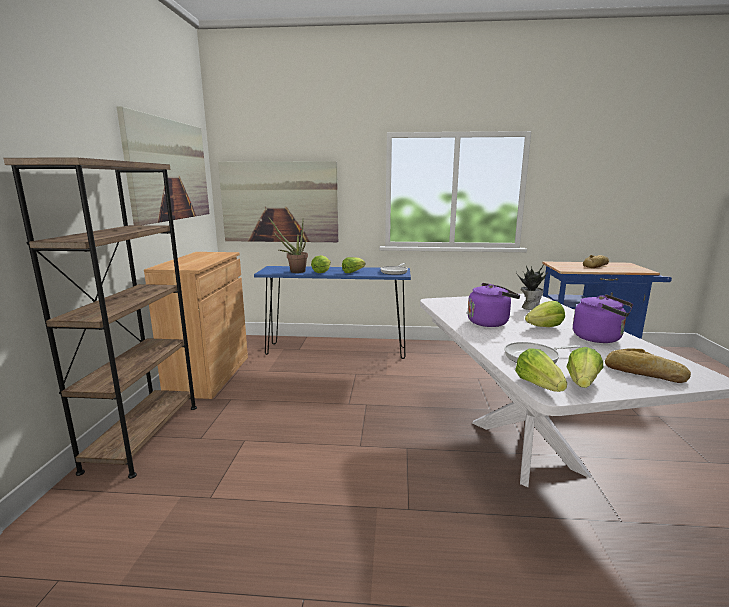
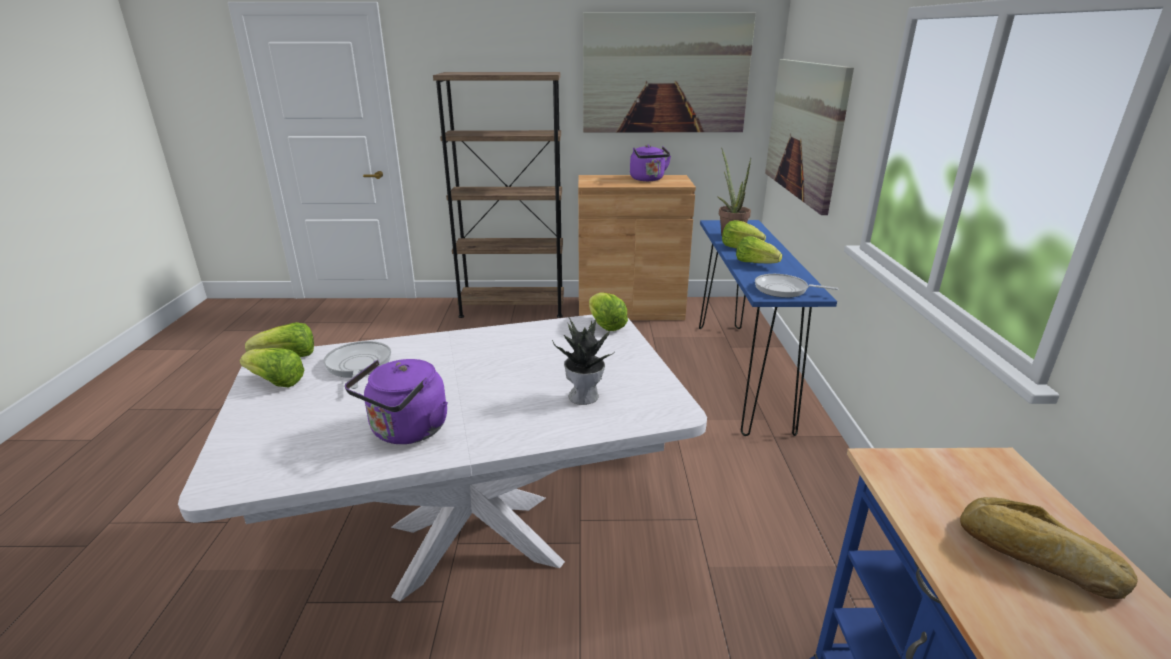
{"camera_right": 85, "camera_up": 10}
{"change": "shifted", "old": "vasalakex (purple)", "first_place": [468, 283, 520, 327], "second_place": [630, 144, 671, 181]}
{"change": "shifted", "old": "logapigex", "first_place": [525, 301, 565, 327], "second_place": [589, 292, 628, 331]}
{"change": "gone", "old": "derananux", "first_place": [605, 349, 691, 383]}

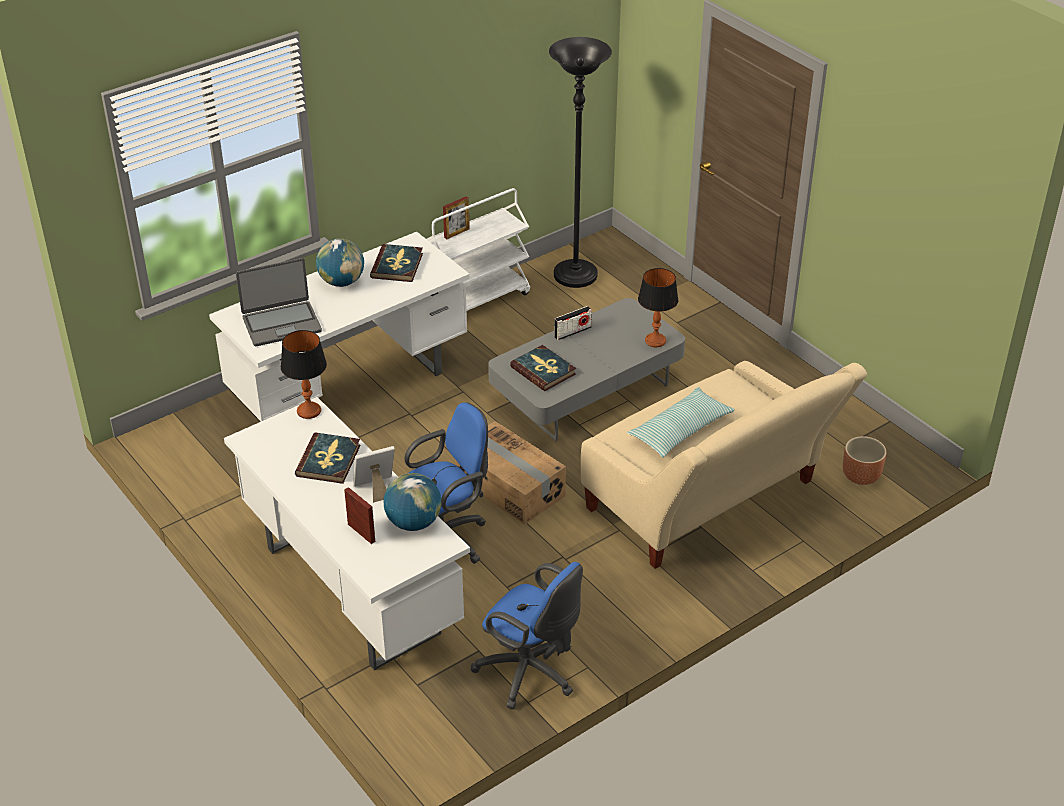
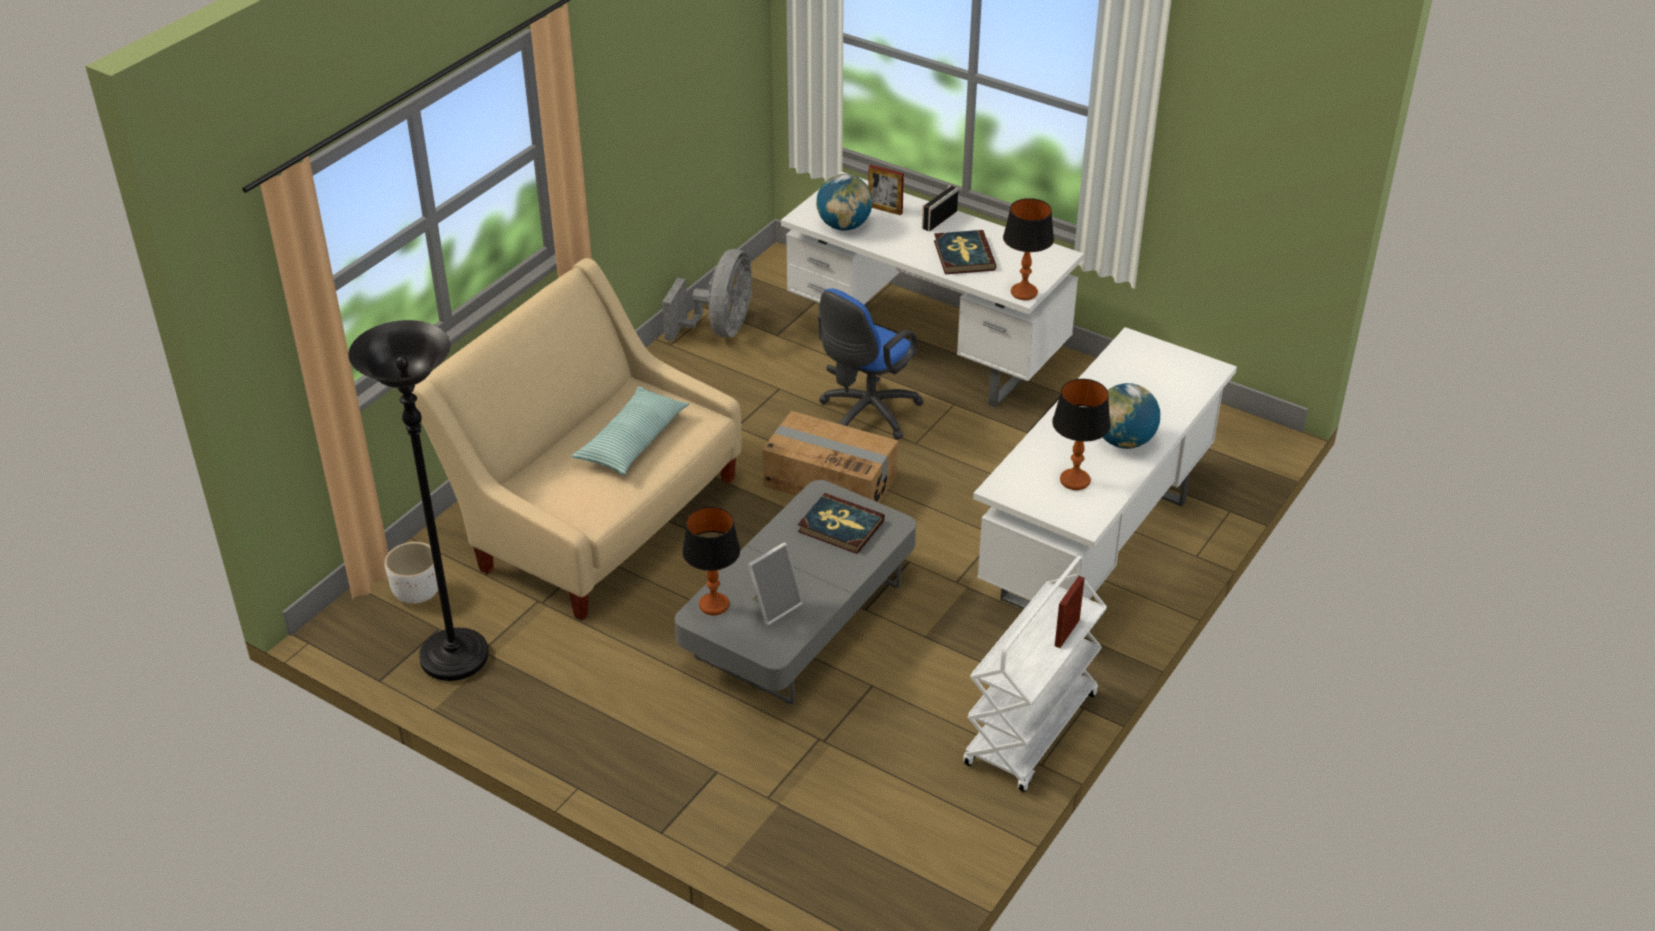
{"camera_right": 160, "camera_up": 0}
{"change": "gone", "old": "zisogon", "first_place": [236, 258, 322, 346]}
{"change": "shifted", "old": "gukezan", "first_place": [353, 446, 395, 503], "second_place": [748, 542, 803, 625]}
{"change": "swapped", "old": "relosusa", "new": "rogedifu", "first_place": [370, 244, 423, 282], "second_place": [1052, 379, 1111, 490]}
{"change": "swapped", "old": "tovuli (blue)", "new": "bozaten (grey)", "first_place": [471, 562, 583, 709], "second_place": [662, 249, 752, 341]}
{"change": "shifted", "old": "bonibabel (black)", "first_place": [549, 37, 612, 288], "second_place": [348, 320, 489, 681]}
{"change": "shifted", "old": "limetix", "first_place": [554, 306, 592, 340], "second_place": [922, 185, 958, 231]}
{"change": "repainted", "old": "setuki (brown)", "new": "setuki (white)", "first_place": [843, 436, 886, 485], "second_place": [385, 542, 438, 604]}

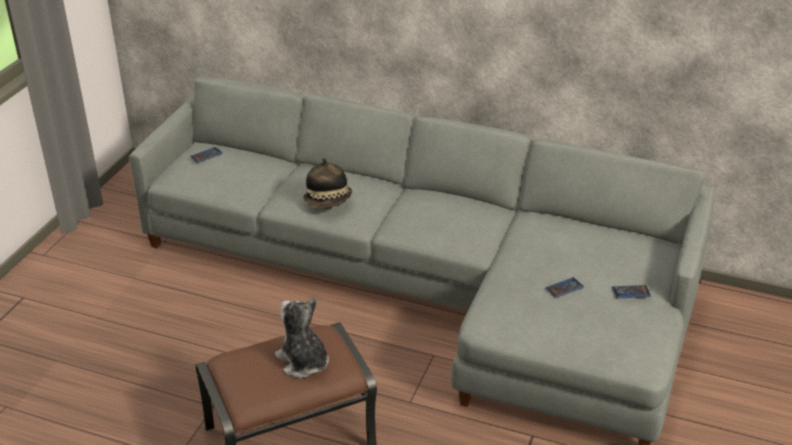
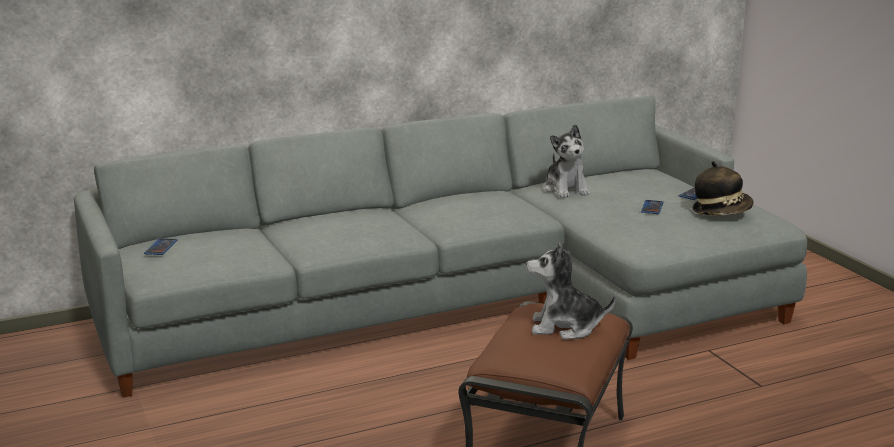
{"camera_right": -45, "camera_up": -15}
{"change": "shifted", "old": "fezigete", "first_place": [303, 158, 352, 209], "second_place": [692, 161, 754, 215]}
{"change": "new", "new": "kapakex", "second_place": [544, 124, 590, 198]}

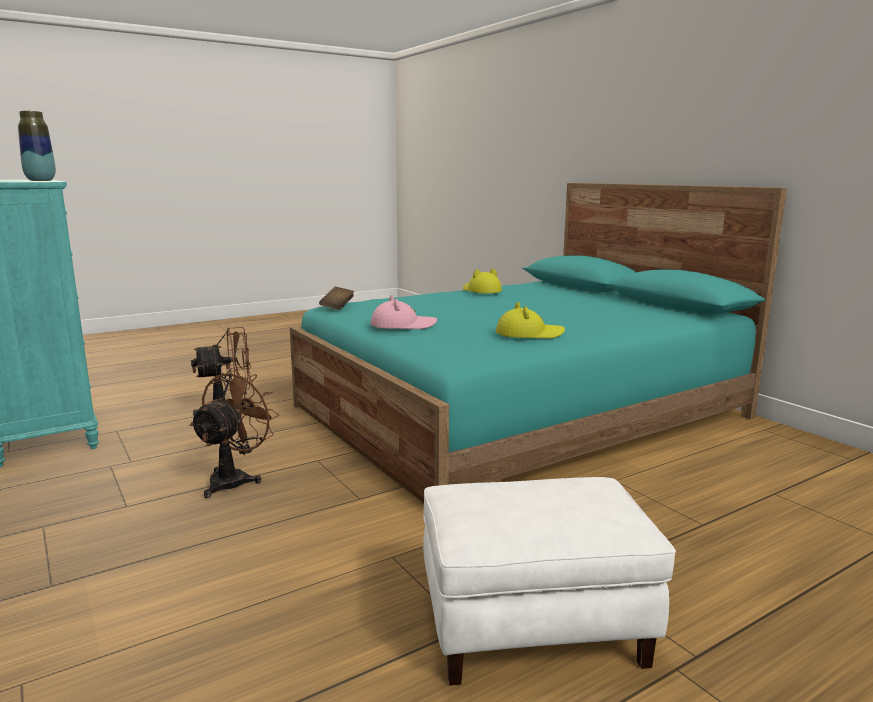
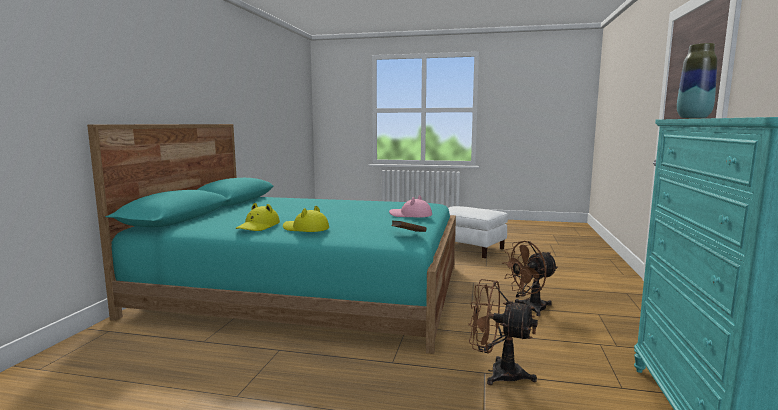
{"camera_right": -135, "camera_up": -5}
{"change": "shifted", "old": "fezigete (yellow)", "first_place": [496, 302, 565, 338], "second_place": [283, 206, 329, 232]}

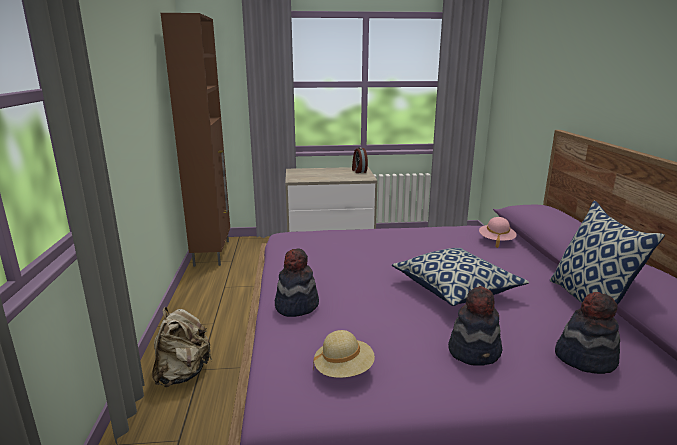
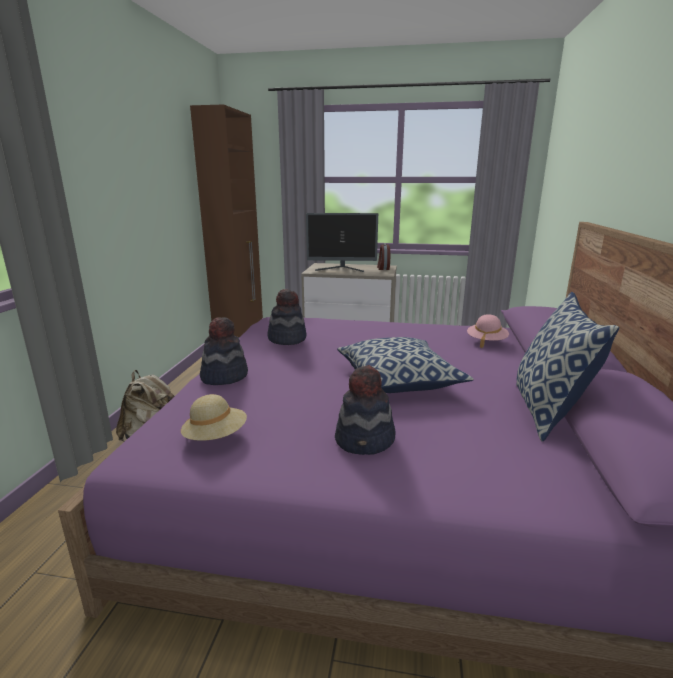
{"camera_right": 15, "camera_up": 0}
{"change": "shifted", "old": "fezigete", "first_place": [555, 292, 620, 374], "second_place": [267, 289, 306, 345]}
{"change": "new", "new": "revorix", "second_place": [306, 213, 378, 272]}

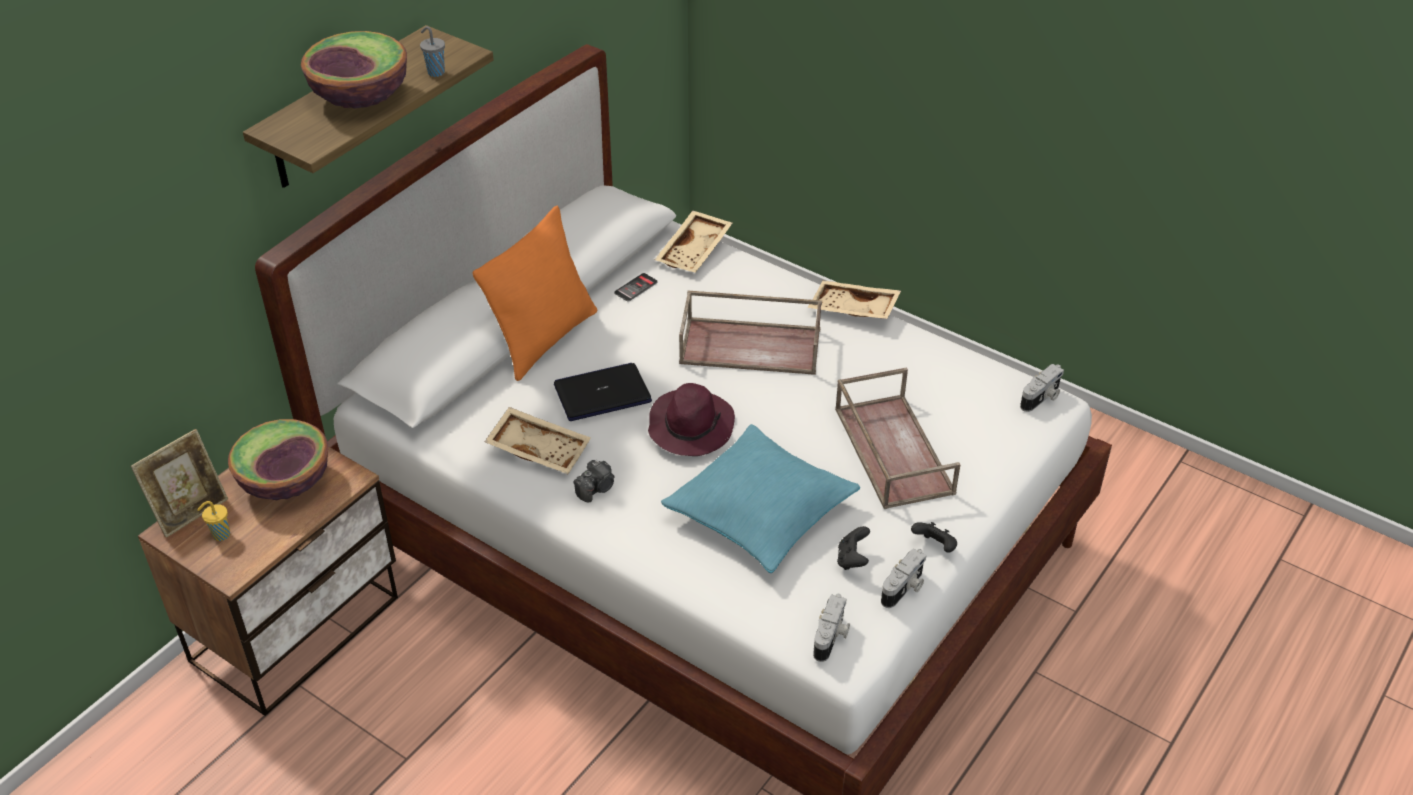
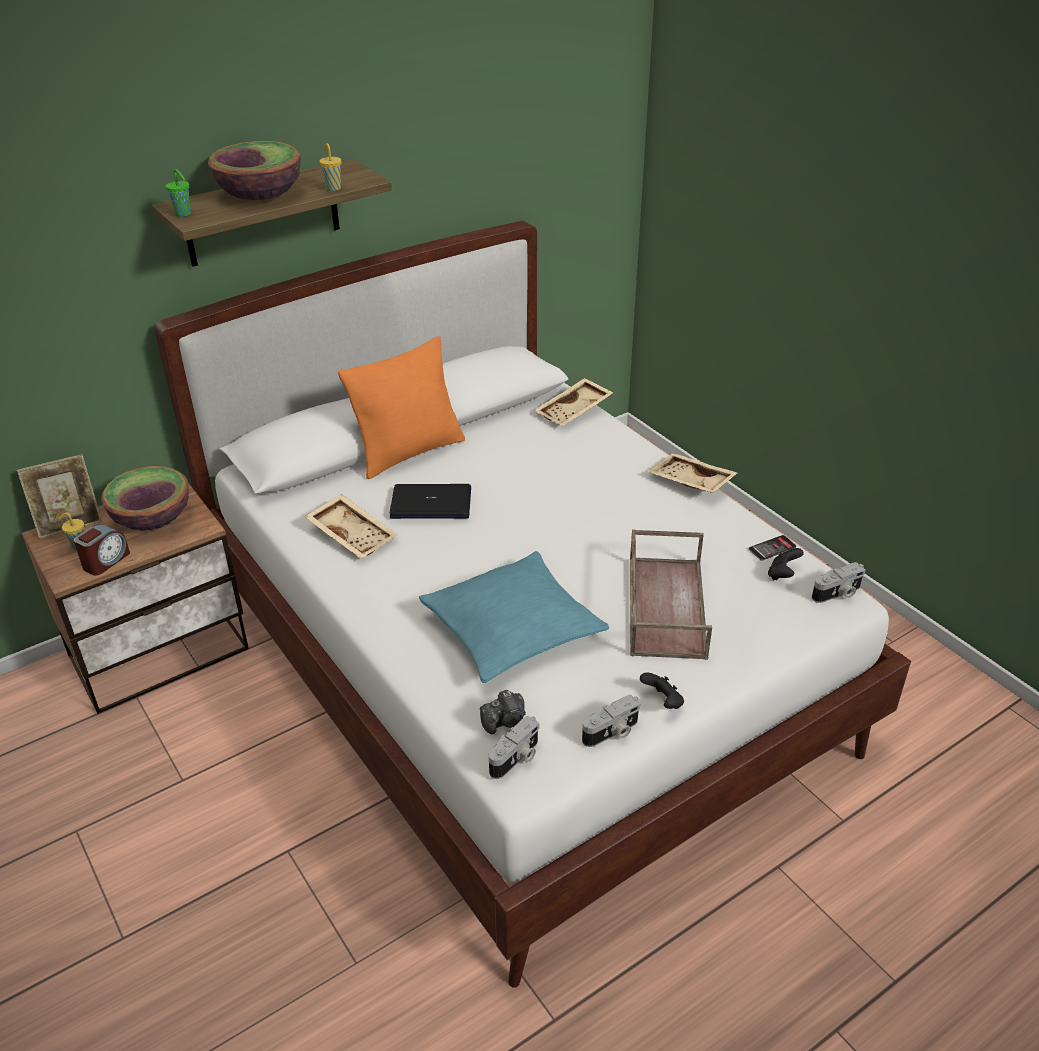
{"camera_right": 20, "camera_up": -5}
{"change": "repainted", "old": "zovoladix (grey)", "new": "zovoladix (yellow)", "first_place": [420, 26, 445, 77], "second_place": [319, 143, 341, 191]}
{"change": "shifted", "old": "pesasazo", "first_place": [573, 460, 615, 503], "second_place": [480, 690, 526, 734]}
{"change": "shifted", "old": "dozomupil", "first_place": [614, 273, 658, 302], "second_place": [749, 535, 796, 561]}
{"change": "gone", "old": "fezigete (purple)", "first_place": [648, 383, 735, 456]}
{"change": "gone", "old": "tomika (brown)", "first_place": [679, 291, 822, 375]}
{"change": "shifted", "old": "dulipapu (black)", "first_place": [837, 526, 870, 570], "second_place": [768, 548, 804, 581]}
{"change": "new", "new": "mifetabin", "second_place": [74, 524, 130, 576]}
{"change": "new", "new": "zovoladix (green)", "second_place": [166, 169, 191, 217]}

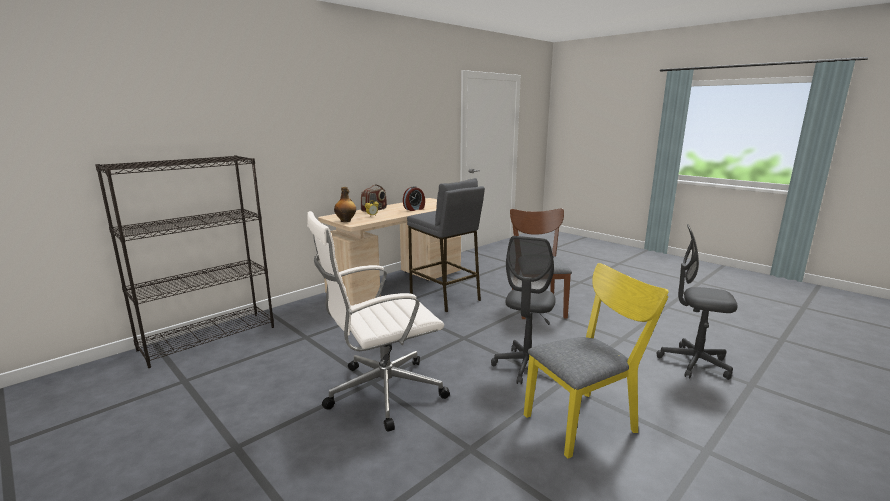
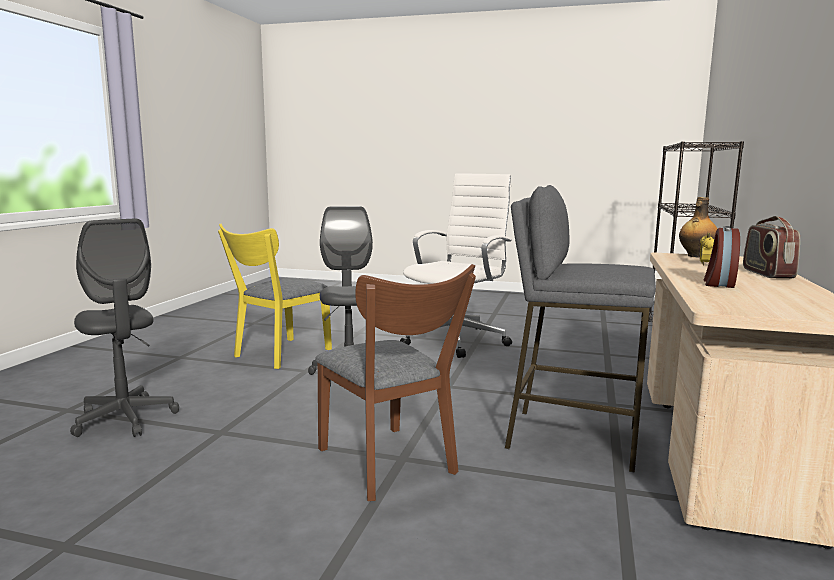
{"camera_right": 150, "camera_up": -5}
{"change": "rotated", "old": "tovuli (grey)", "first_place": [657, 224, 738, 380], "second_place": [70, 219, 179, 437], "degrees": 60}

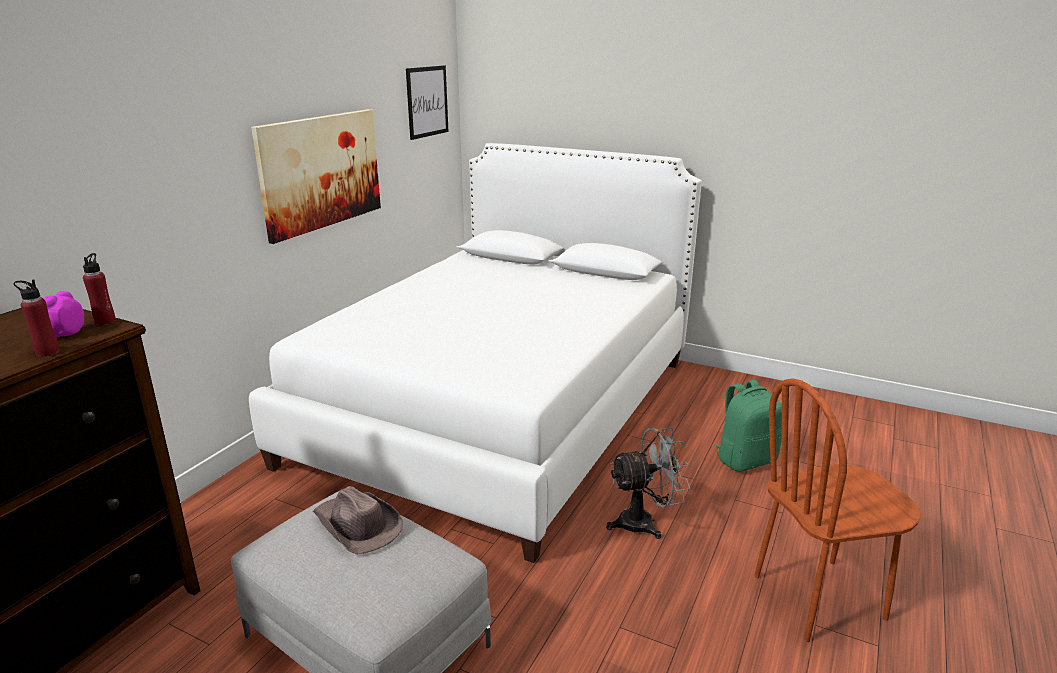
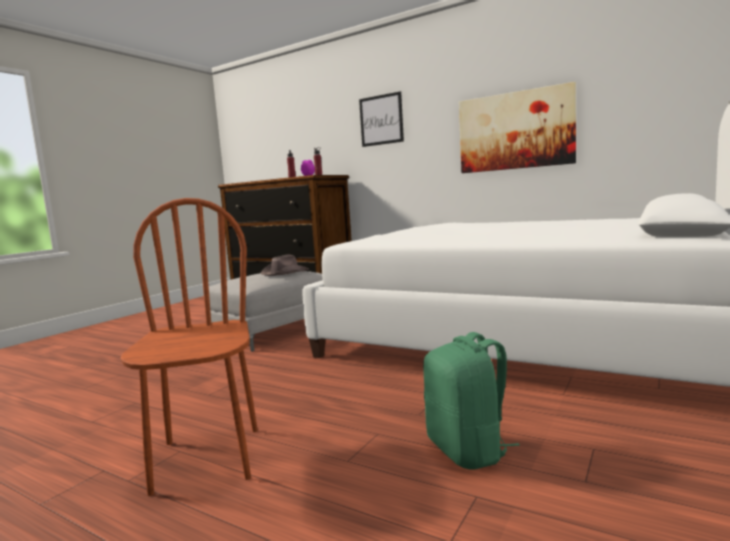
{"camera_right": 95, "camera_up": -15}
{"change": "shifted", "old": "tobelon", "first_place": [406, 65, 449, 140], "second_place": [359, 91, 404, 147]}
{"change": "gone", "old": "bozaten (grey)", "first_place": [606, 428, 690, 539]}

